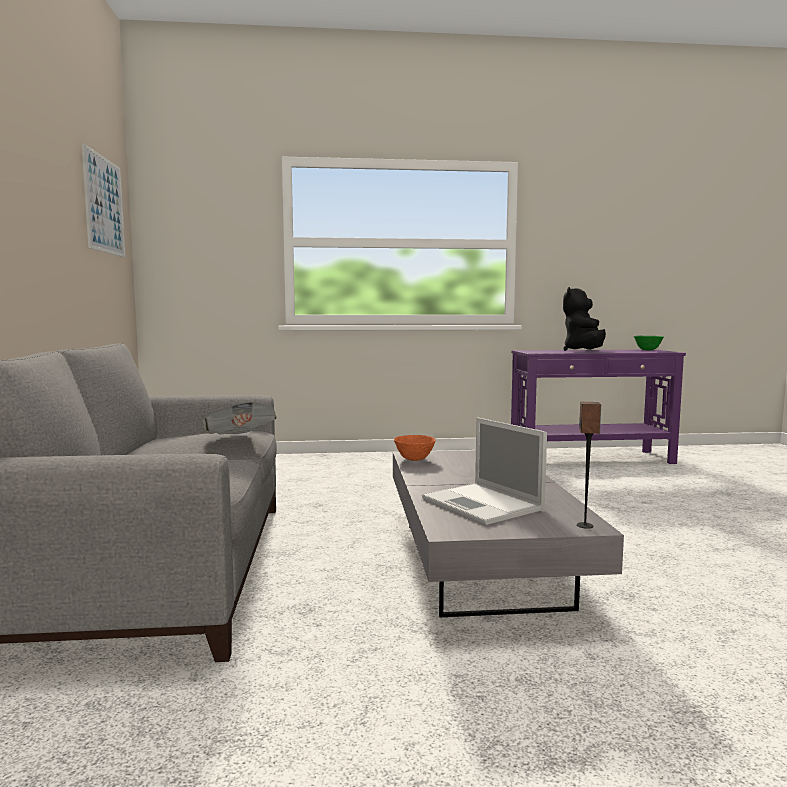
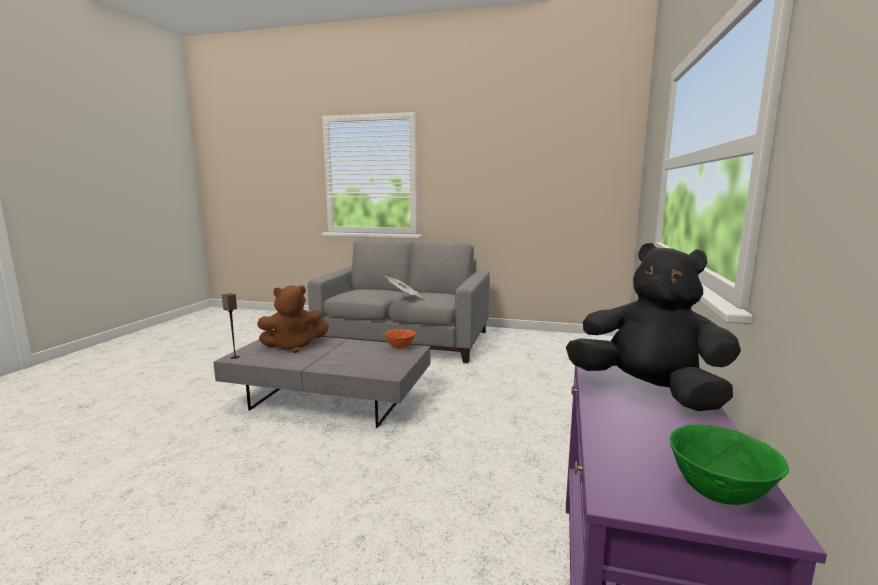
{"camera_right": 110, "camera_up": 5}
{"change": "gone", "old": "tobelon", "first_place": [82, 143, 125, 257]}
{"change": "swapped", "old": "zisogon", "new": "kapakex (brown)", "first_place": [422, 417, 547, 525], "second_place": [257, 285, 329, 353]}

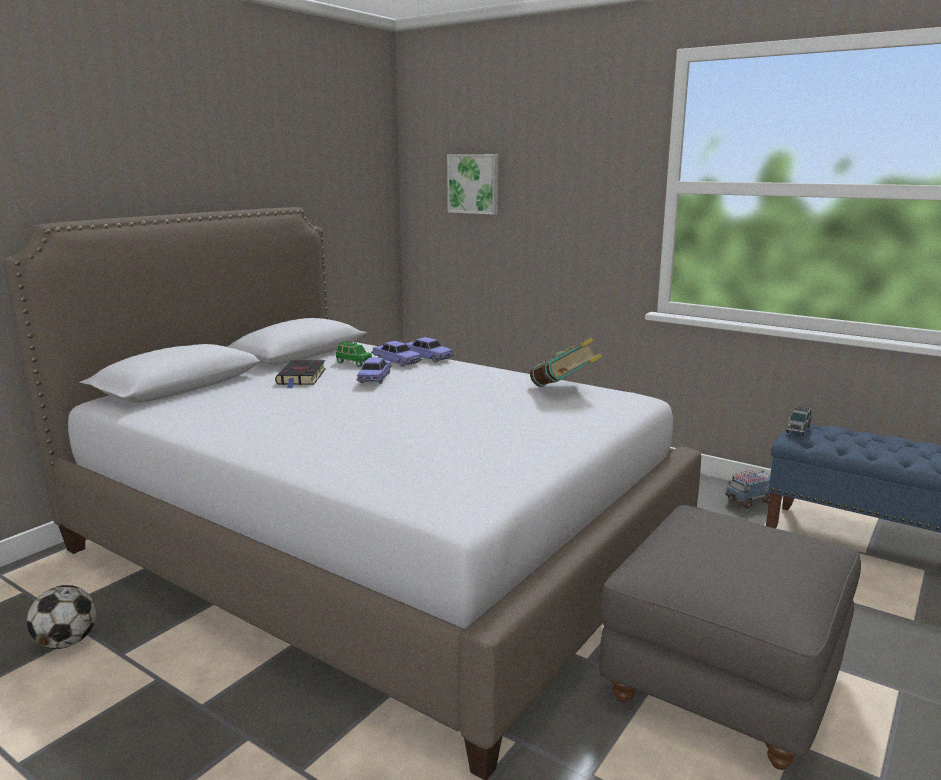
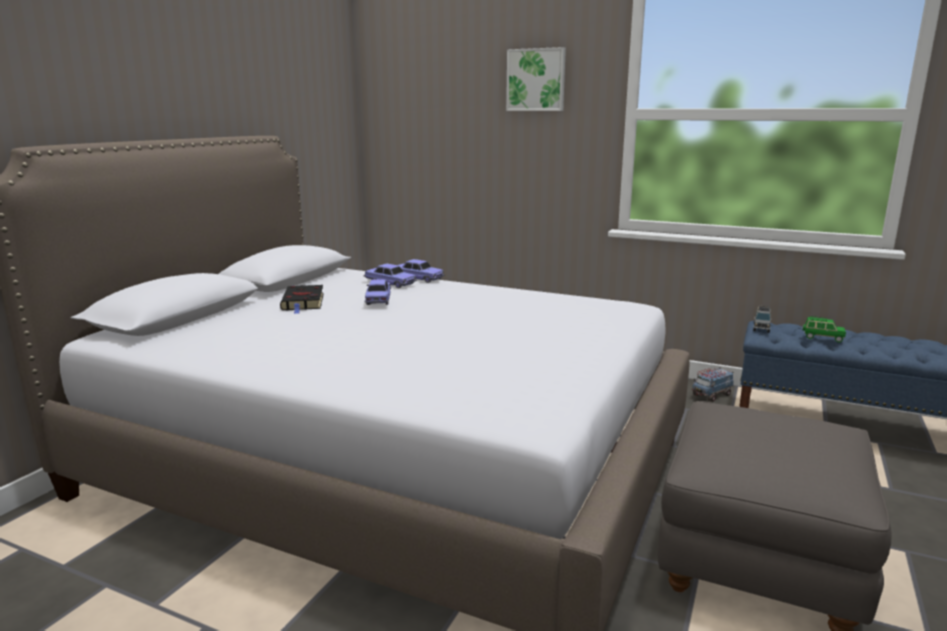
{"camera_right": -10, "camera_up": 0}
{"change": "gone", "old": "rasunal", "first_place": [27, 585, 96, 649]}
{"change": "shifted", "old": "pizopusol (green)", "first_place": [336, 341, 372, 367], "second_place": [802, 316, 846, 342]}
{"change": "shifted", "old": "tobelon", "first_place": [447, 154, 498, 215], "second_place": [506, 47, 566, 111]}
{"change": "gone", "old": "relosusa", "first_place": [530, 338, 602, 387]}

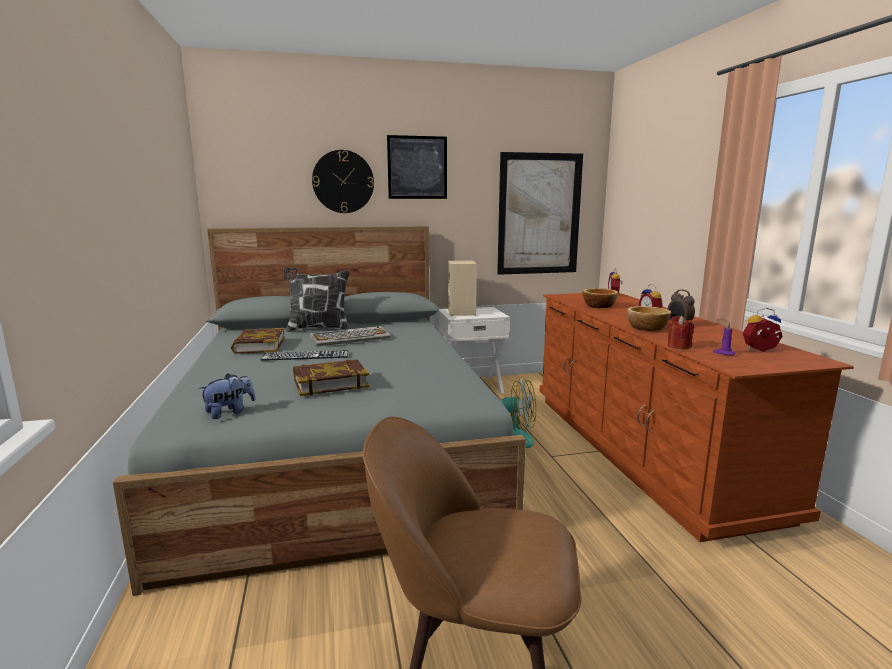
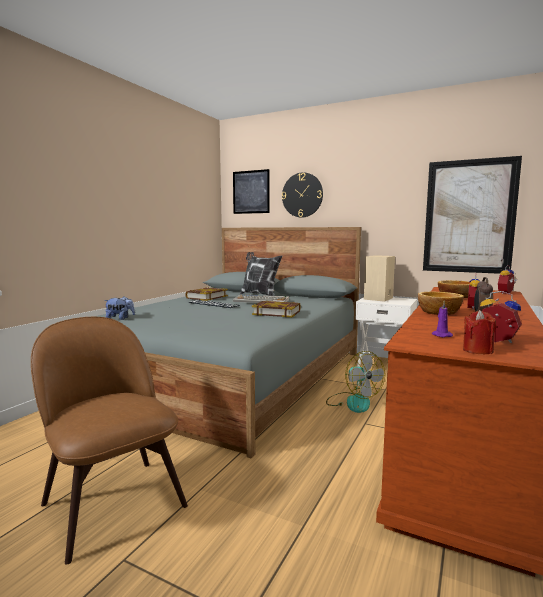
{"camera_right": 40, "camera_up": -5}
{"change": "shifted", "old": "relosusa", "first_place": [293, 360, 369, 396], "second_place": [252, 301, 301, 318]}
{"change": "shifted", "old": "tobelon", "first_place": [387, 135, 447, 199], "second_place": [233, 169, 270, 214]}
{"change": "shifted", "old": "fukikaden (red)", "first_place": [668, 316, 694, 349], "second_place": [463, 310, 496, 354]}

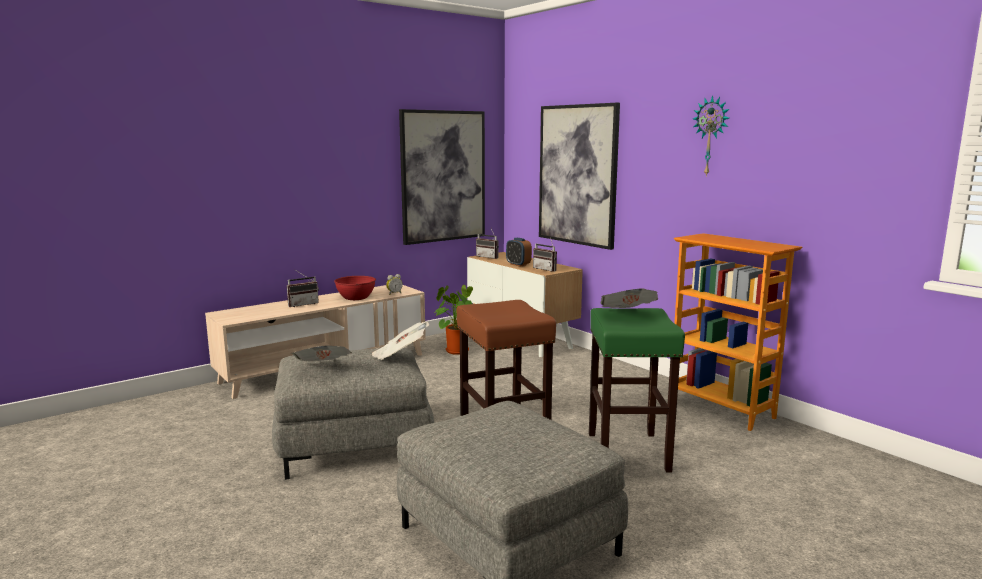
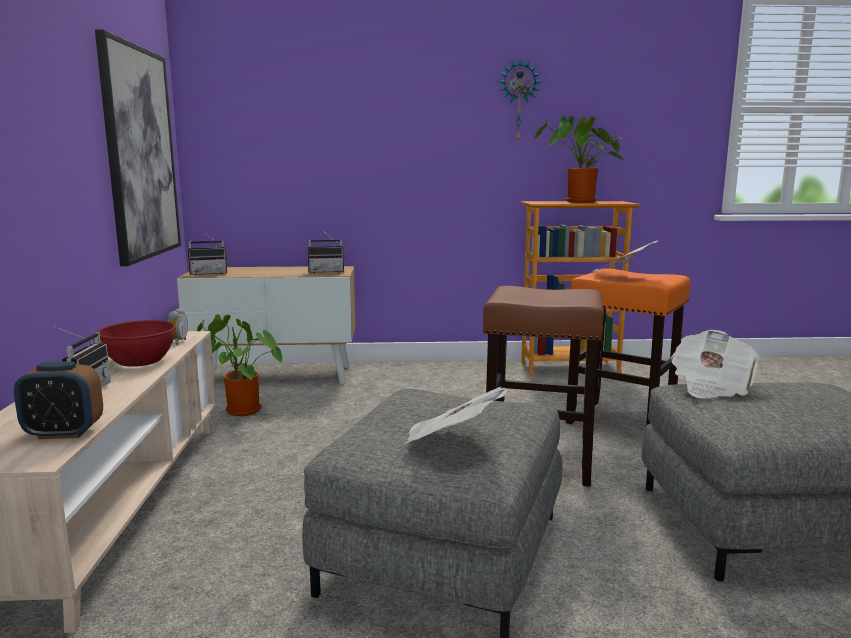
{"camera_right": -55, "camera_up": 0}
{"change": "shifted", "old": "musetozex", "first_place": [371, 322, 429, 360], "second_place": [671, 330, 760, 399]}
{"change": "shifted", "old": "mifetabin", "first_place": [506, 238, 532, 267], "second_place": [14, 361, 103, 439]}
{"change": "gone", "old": "tobelon", "first_place": [539, 103, 620, 250]}
{"change": "repainted", "old": "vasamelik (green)", "new": "vasamelik (orange)", "first_place": [589, 308, 685, 472], "second_place": [566, 268, 690, 426]}
{"change": "new", "new": "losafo", "second_place": [534, 116, 625, 203]}

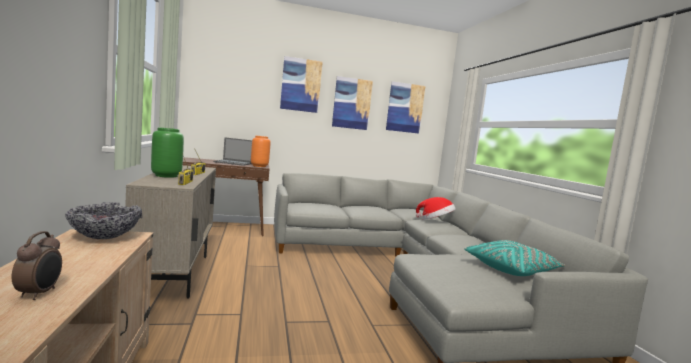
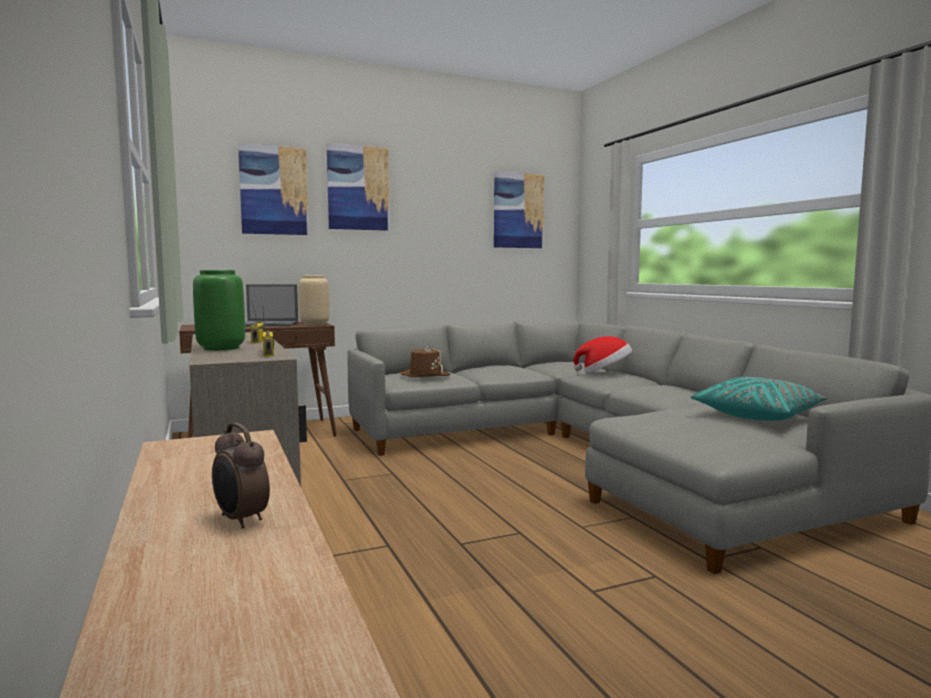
{"camera_right": -10, "camera_up": 0}
{"change": "rotated", "old": "mifetabin", "first_place": [11, 231, 62, 300], "second_place": [212, 423, 270, 529], "degrees": 150}
{"change": "gone", "old": "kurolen", "first_place": [65, 202, 142, 239]}
{"change": "repainted", "old": "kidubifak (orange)", "new": "kidubifak (beige)", "first_place": [251, 136, 270, 167], "second_place": [299, 275, 330, 325]}
{"change": "shifted", "old": "tobelon", "first_place": [332, 76, 373, 130], "second_place": [238, 143, 309, 235]}
{"change": "new", "new": "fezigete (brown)", "second_place": [400, 346, 450, 377]}

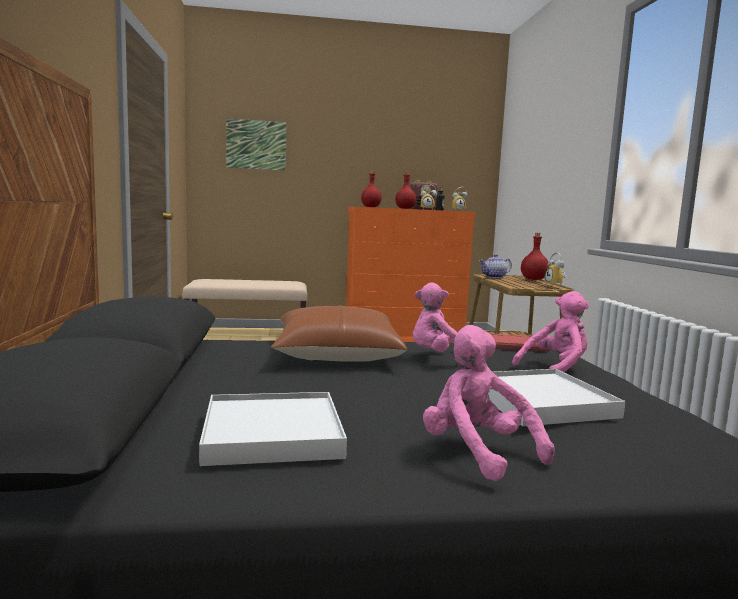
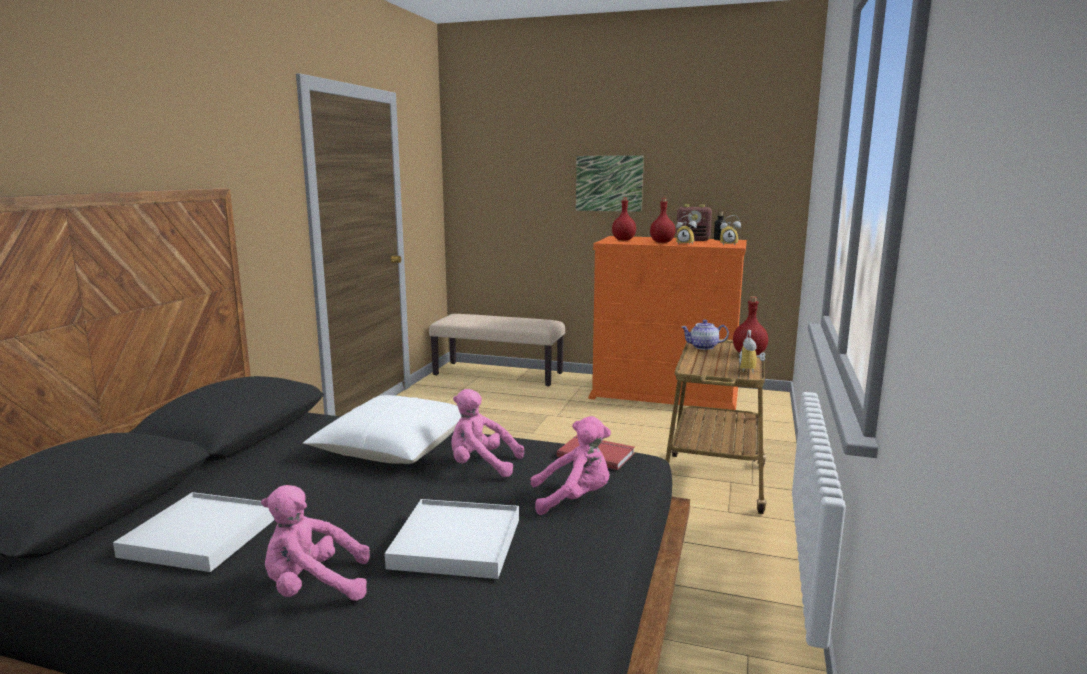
{"camera_right": 25, "camera_up": 5}
{"change": "shifted", "old": "tobelon", "first_place": [226, 118, 286, 171], "second_place": [576, 155, 644, 212]}
{"change": "repainted", "old": "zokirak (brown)", "new": "zokirak (white)", "first_place": [271, 305, 407, 362], "second_place": [303, 395, 462, 464]}
{"change": "rotated", "old": "kapakex (pink)", "first_place": [423, 325, 555, 481], "second_place": [261, 485, 370, 601], "degrees": -90}

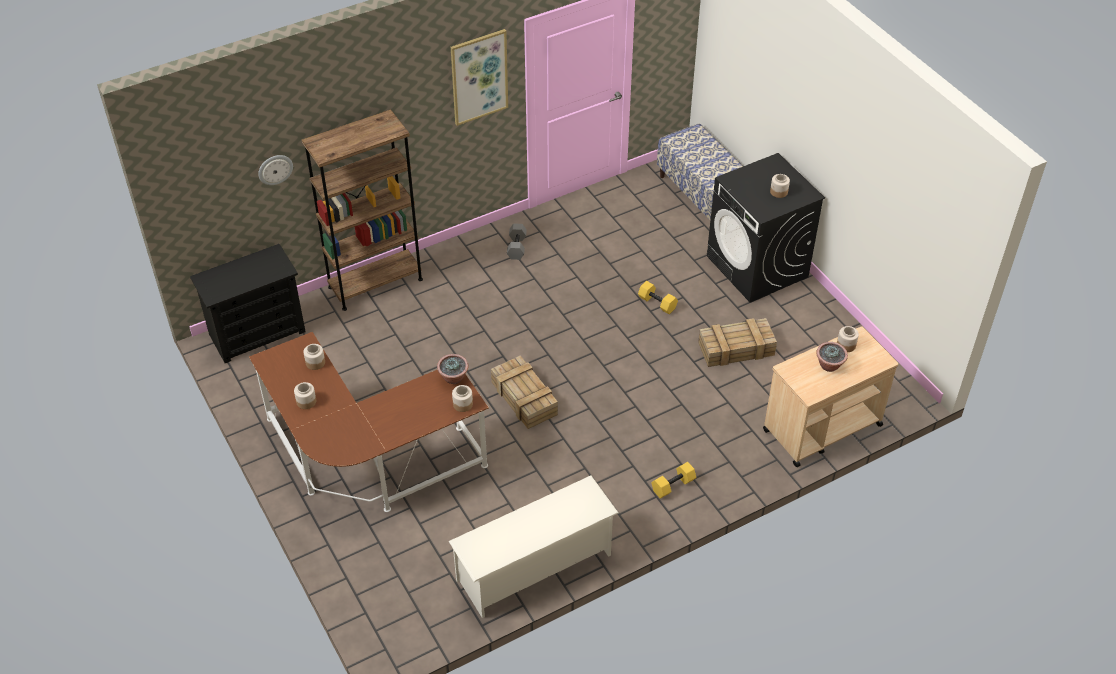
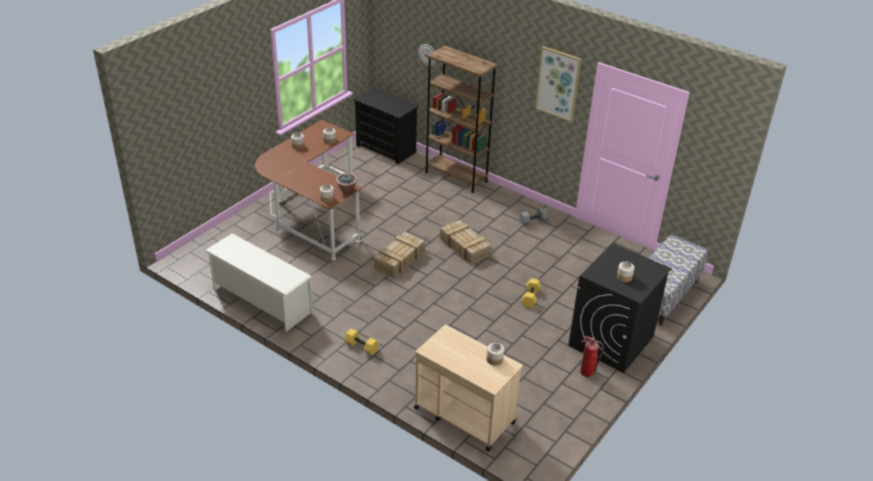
{"camera_right": 65, "camera_up": -10}
{"change": "shifted", "old": "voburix", "first_place": [698, 318, 777, 367], "second_place": [440, 220, 491, 265]}
{"change": "gone", "old": "losafo", "first_place": [816, 342, 848, 372]}
{"change": "new", "new": "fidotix", "second_place": [580, 336, 604, 377]}

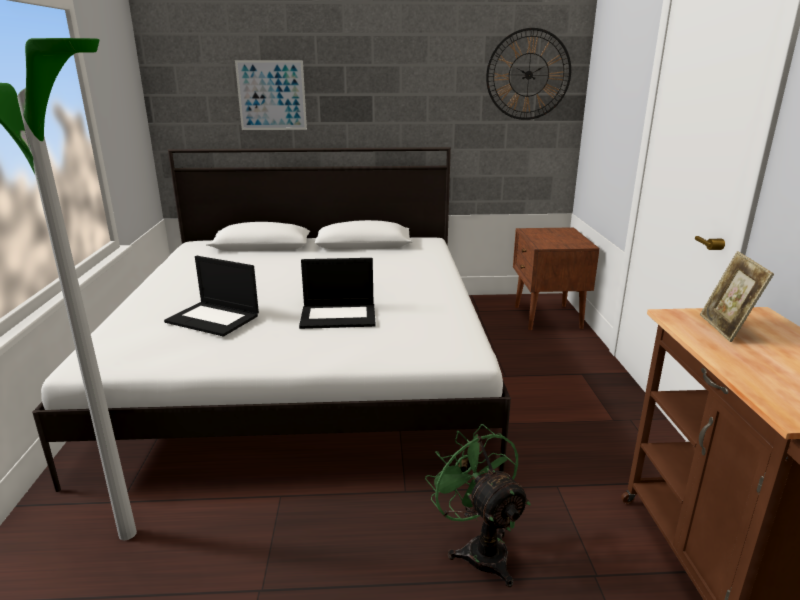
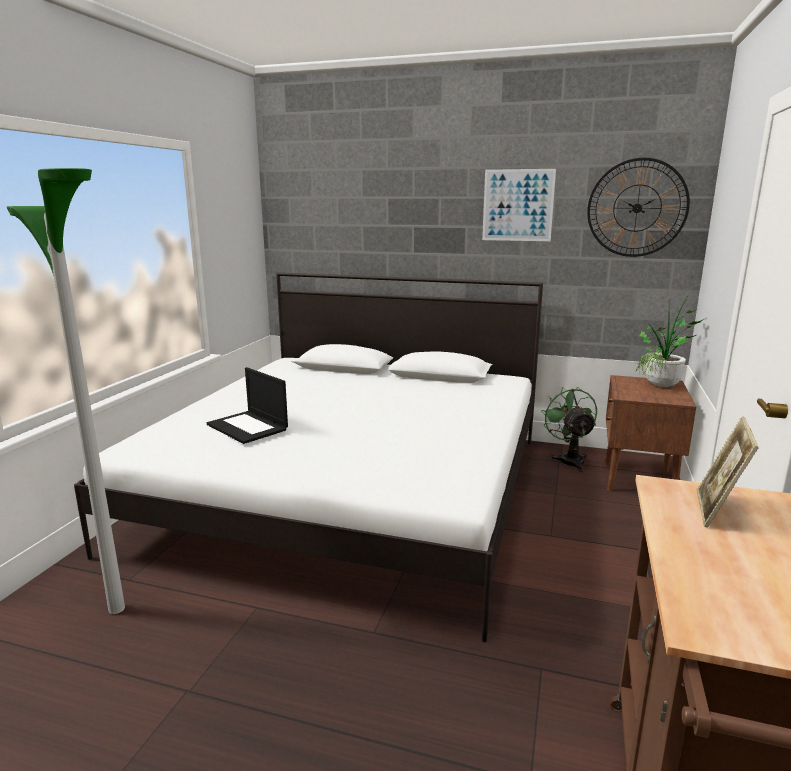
{"camera_right": 20, "camera_up": -5}
{"change": "shifted", "old": "tobelon", "first_place": [235, 60, 307, 130], "second_place": [482, 169, 556, 241]}
{"change": "gone", "old": "zisogon", "first_place": [299, 258, 376, 329]}
{"change": "shifted", "old": "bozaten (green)", "first_place": [425, 424, 531, 587], "second_place": [541, 387, 597, 472]}
{"change": "new", "new": "losafo", "second_place": [636, 295, 704, 387]}

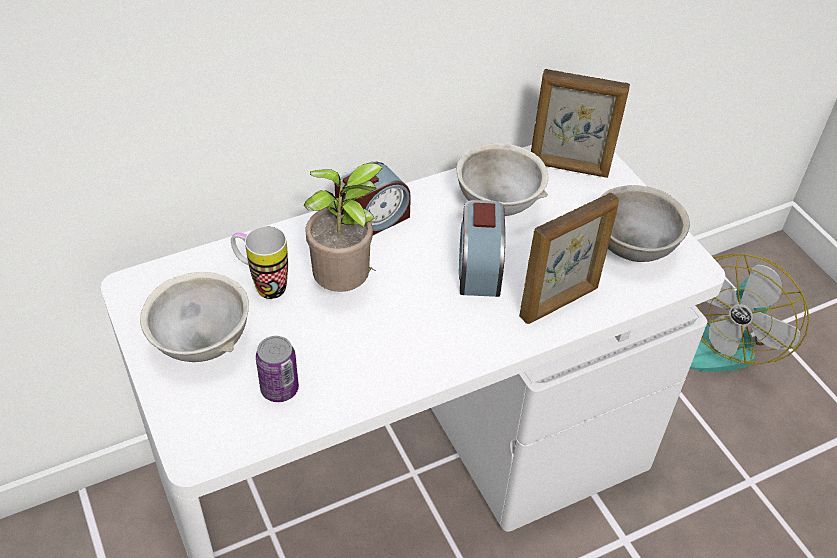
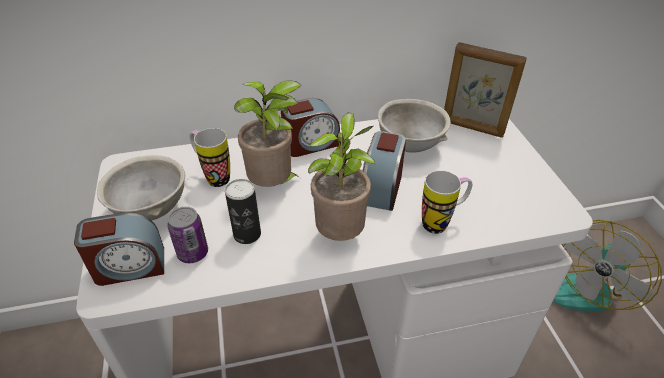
{"camera_right": 15, "camera_up": -5}
{"change": "swapped", "old": "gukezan", "new": "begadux", "first_place": [519, 192, 619, 324], "second_place": [422, 170, 472, 234]}
{"change": "gone", "old": "kurolen (grey)", "first_place": [599, 185, 690, 262]}
{"change": "new", "new": "mifetabin", "second_place": [74, 213, 164, 286]}
{"change": "new", "new": "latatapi", "second_place": [225, 179, 261, 244]}
{"change": "new", "new": "losafo", "second_place": [308, 113, 376, 241]}

